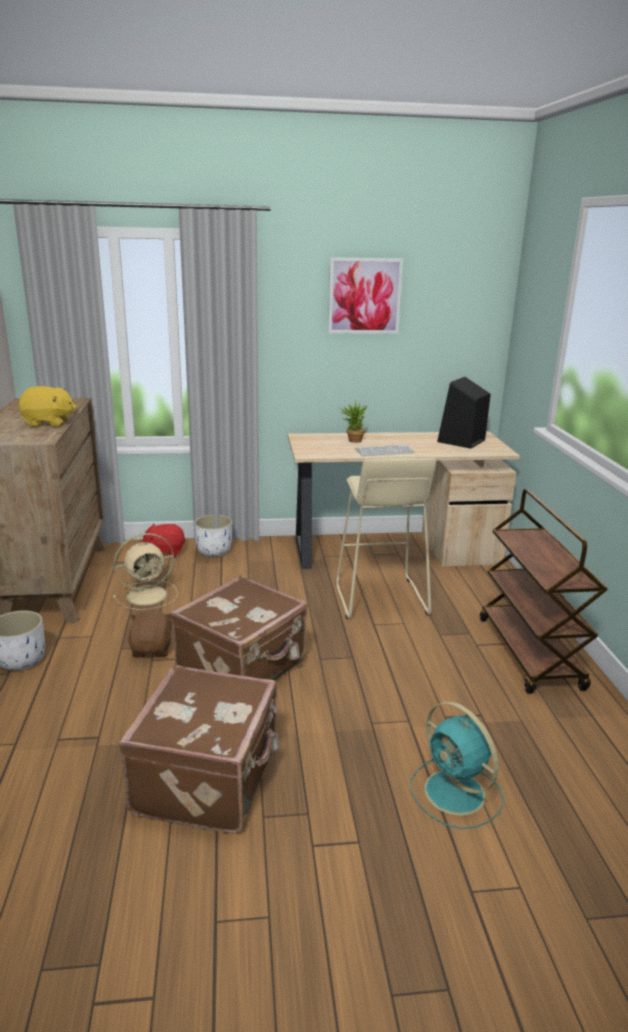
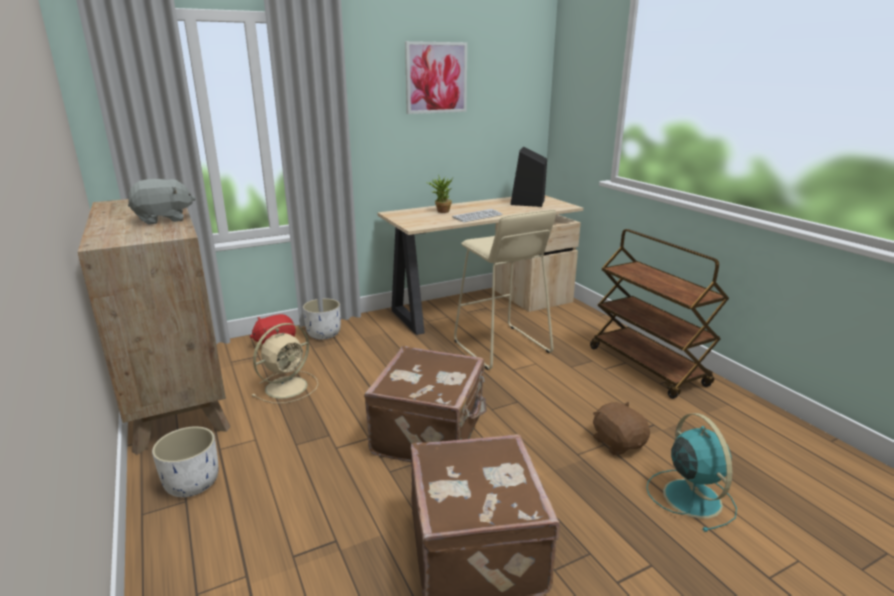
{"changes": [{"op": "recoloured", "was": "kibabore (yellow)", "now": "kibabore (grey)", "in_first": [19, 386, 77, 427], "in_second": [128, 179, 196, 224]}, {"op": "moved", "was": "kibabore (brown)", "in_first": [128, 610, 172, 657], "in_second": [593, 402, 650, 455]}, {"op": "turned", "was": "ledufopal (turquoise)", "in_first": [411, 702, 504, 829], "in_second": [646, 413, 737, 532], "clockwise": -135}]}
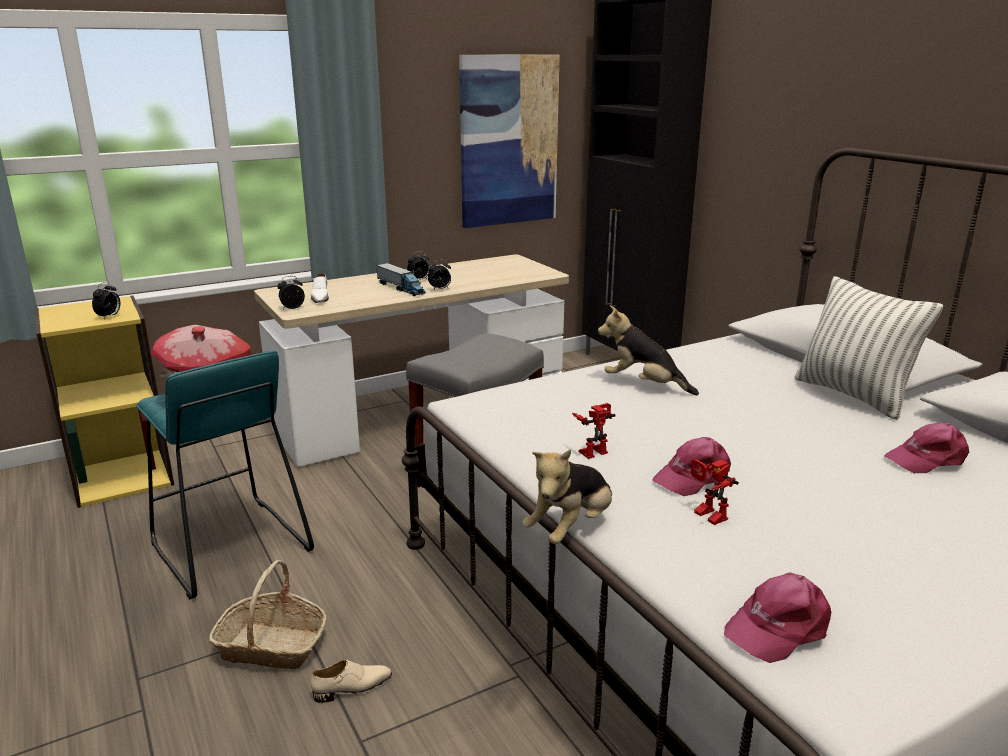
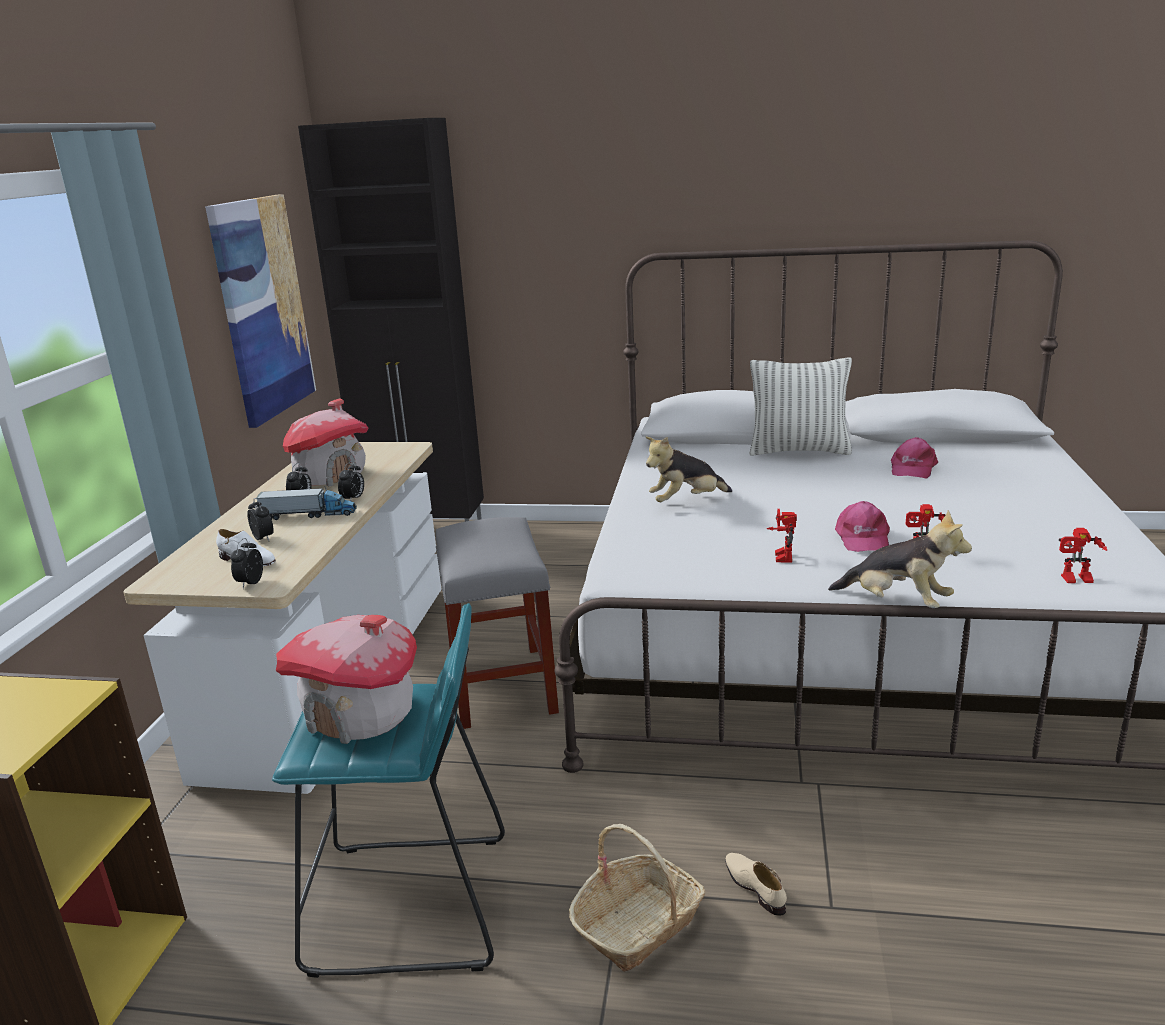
{"changes": [{"op": "moved", "was": "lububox", "in_first": [92, 282, 120, 320], "in_second": [247, 498, 274, 541]}, {"op": "turned", "was": "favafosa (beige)", "in_first": [311, 660, 392, 703], "in_second": [725, 853, 787, 915], "clockwise": -45}, {"op": "turned", "was": "kibabore", "in_first": [522, 449, 612, 544], "in_second": [828, 510, 972, 608], "clockwise": -45}, {"op": "replaced", "was": "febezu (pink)", "now": "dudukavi", "in_first": [724, 572, 831, 663], "in_second": [1059, 528, 1107, 583]}, {"op": "added", "now": "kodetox", "in_second": [283, 398, 369, 486]}]}
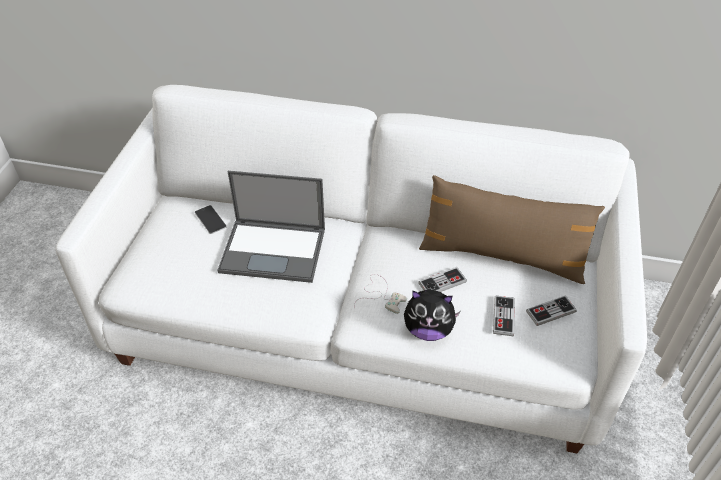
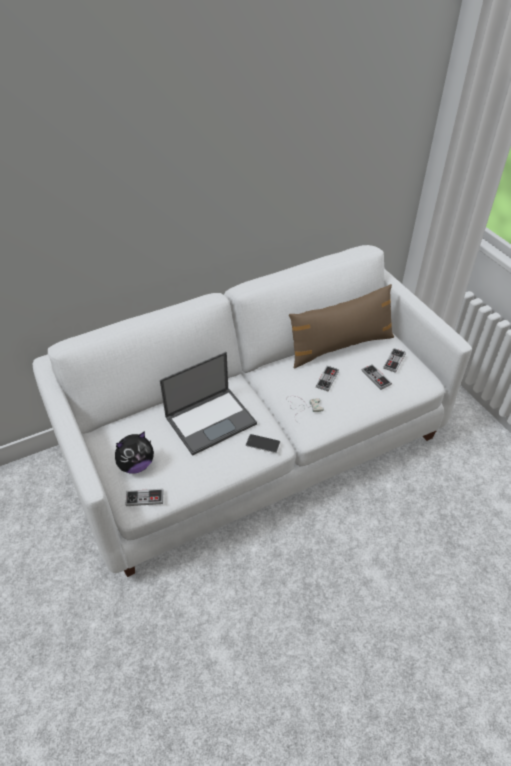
{"changes": [{"op": "moved", "was": "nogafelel", "in_first": [195, 205, 227, 234], "in_second": [246, 434, 280, 453]}, {"op": "moved", "was": "kibabore", "in_first": [404, 290, 461, 341], "in_second": [115, 431, 154, 474]}, {"op": "added", "now": "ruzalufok", "in_second": [125, 489, 164, 506]}]}
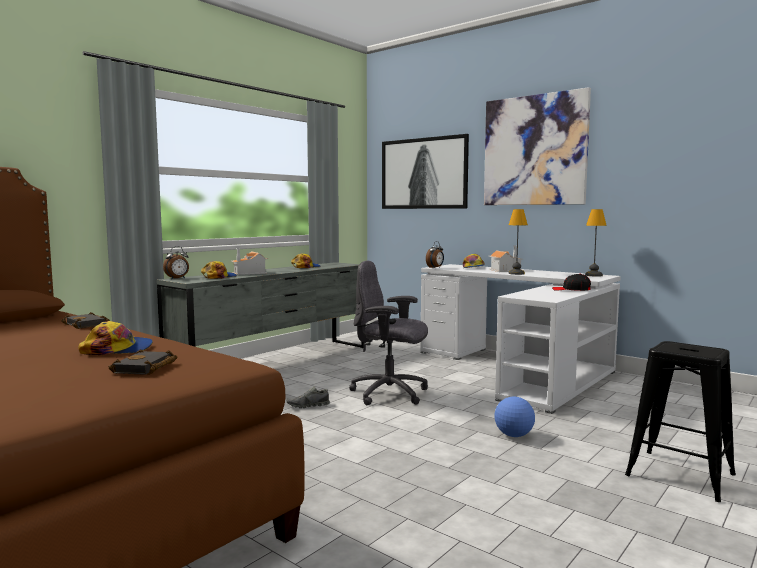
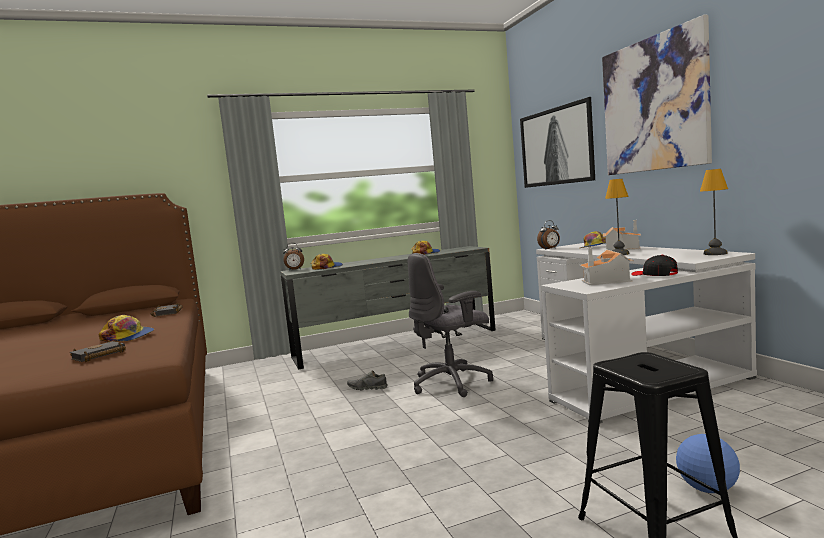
{"changes": [{"op": "moved", "was": "kodetox", "in_first": [231, 248, 268, 275], "in_second": [579, 248, 634, 285]}, {"op": "turned", "was": "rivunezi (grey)", "in_first": [349, 260, 428, 405], "in_second": [408, 253, 493, 397], "clockwise": -75}, {"op": "moved", "was": "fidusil", "in_first": [494, 397, 535, 437], "in_second": [676, 434, 740, 493]}]}
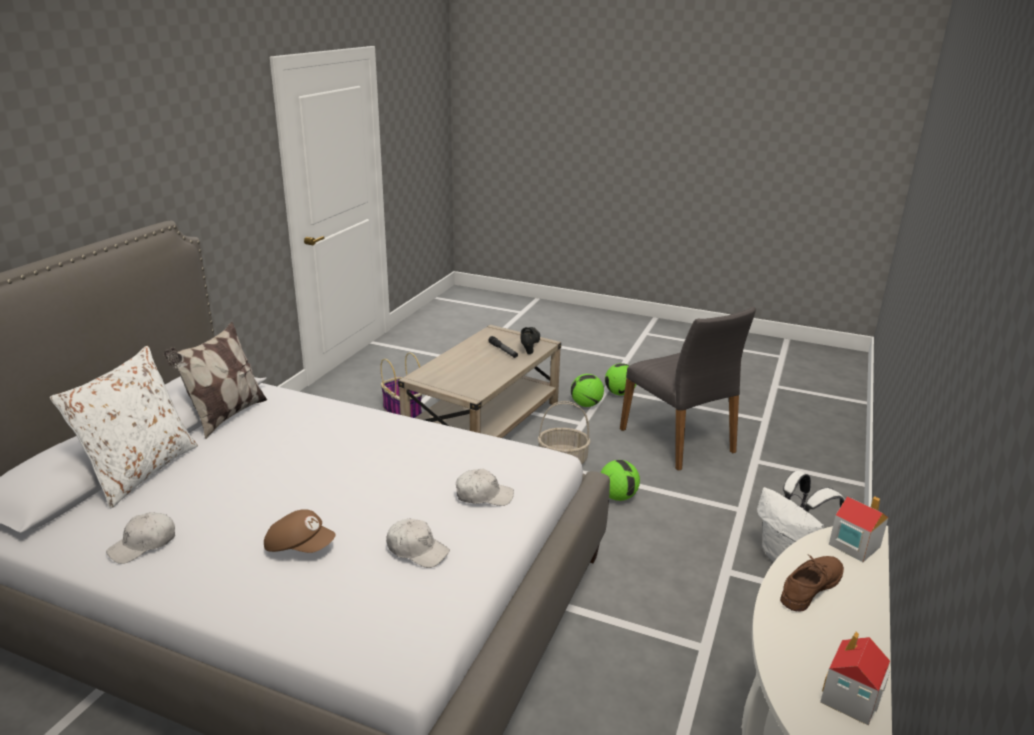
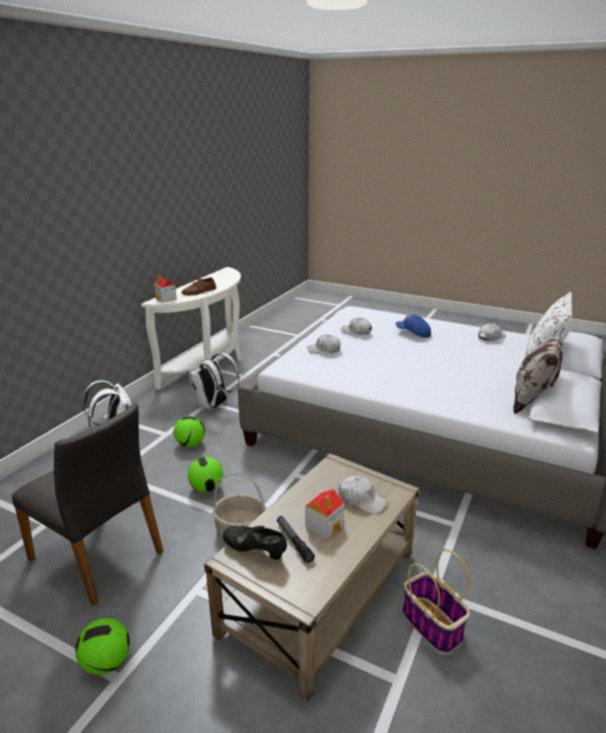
{"changes": [{"op": "recoloured", "was": "febezu (brown)", "now": "febezu (blue)", "in_first": [264, 509, 336, 553], "in_second": [396, 315, 431, 338]}, {"op": "turned", "was": "favafosa (black)", "in_first": [521, 327, 540, 354], "in_second": [223, 526, 287, 560], "clockwise": 105}, {"op": "moved", "was": "fidusil", "in_first": [571, 374, 604, 407], "in_second": [174, 416, 205, 447]}, {"op": "turned", "was": "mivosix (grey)", "in_first": [620, 307, 756, 471], "in_second": [11, 403, 164, 606], "clockwise": 150}, {"op": "moved", "was": "kodetox", "in_first": [820, 632, 890, 726], "in_second": [306, 489, 344, 539]}, {"op": "added", "now": "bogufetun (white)", "in_second": [188, 353, 240, 410]}, {"op": "added", "now": "febezu (white)", "in_second": [339, 476, 387, 514]}]}
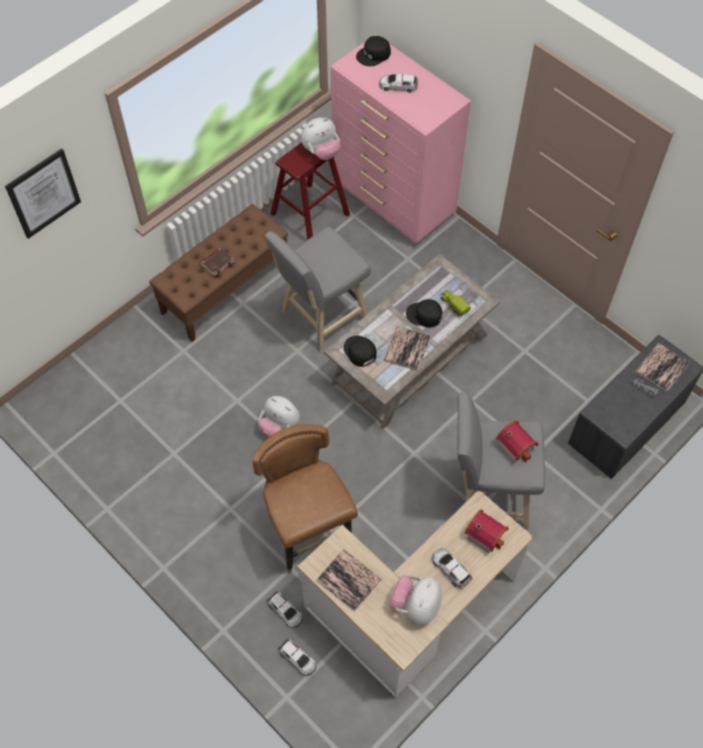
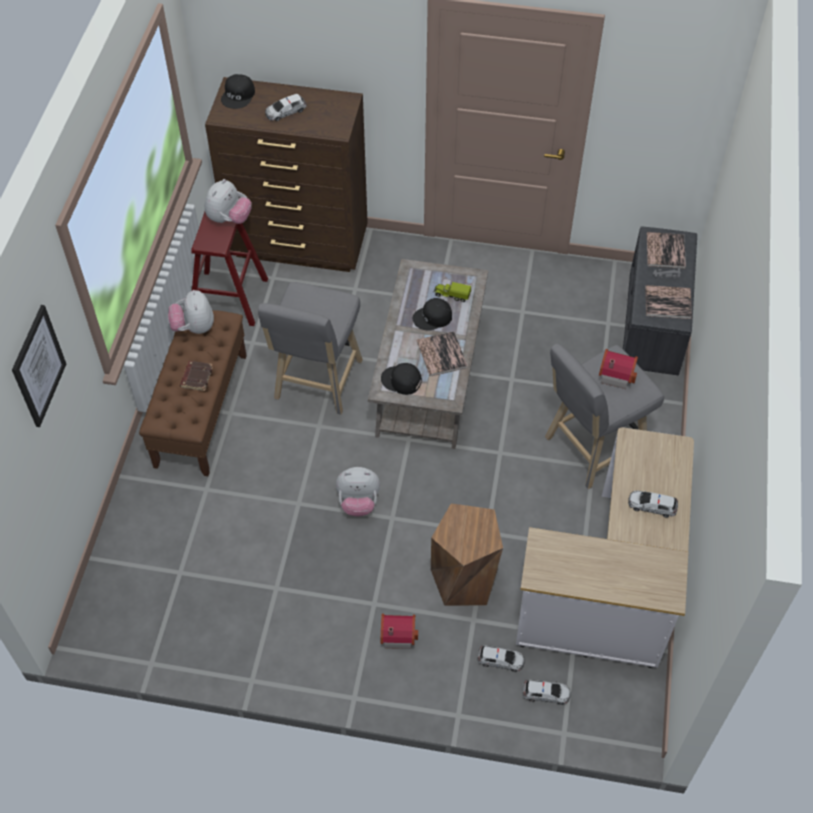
{"changes": [{"op": "replaced", "was": "mivosix (brown)", "now": "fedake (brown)", "in_first": [252, 424, 358, 574], "in_second": [431, 503, 503, 606]}, {"op": "moved", "was": "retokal", "in_first": [316, 549, 382, 612], "in_second": [645, 285, 692, 319]}, {"op": "recoloured", "was": "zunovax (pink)", "now": "zunovax (brown)", "in_first": [330, 34, 471, 243], "in_second": [205, 77, 368, 272]}, {"op": "moved", "was": "kibabore", "in_first": [390, 575, 442, 625], "in_second": [168, 290, 214, 334]}, {"op": "moved", "was": "kodetox", "in_first": [465, 509, 509, 553], "in_second": [381, 614, 418, 649]}]}
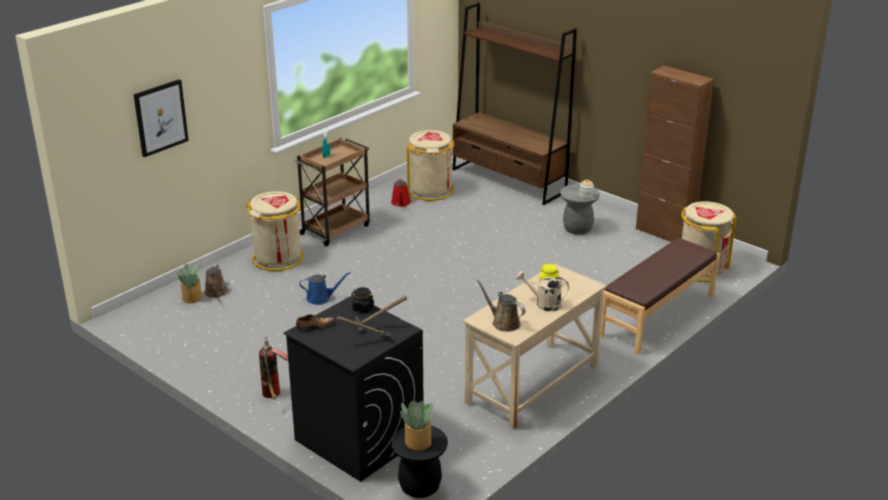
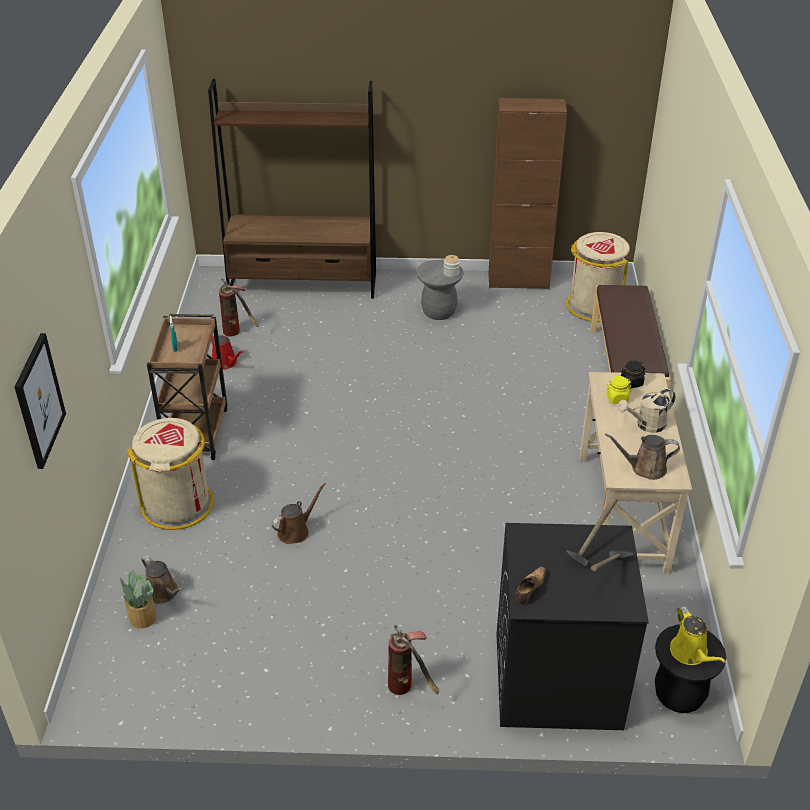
{"changes": [{"op": "recoloured", "was": "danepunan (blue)", "now": "danepunan (brown)", "in_first": [299, 272, 350, 305], "in_second": [272, 483, 326, 544]}, {"op": "moved", "was": "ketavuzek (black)", "in_first": [351, 287, 374, 313], "in_second": [621, 361, 645, 388]}, {"op": "replaced", "was": "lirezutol", "now": "danepunan (yellow)", "in_first": [400, 400, 433, 450], "in_second": [670, 606, 726, 665]}, {"op": "replaced", "was": "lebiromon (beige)", "now": "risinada", "in_first": [407, 130, 455, 201], "in_second": [219, 279, 259, 337]}]}
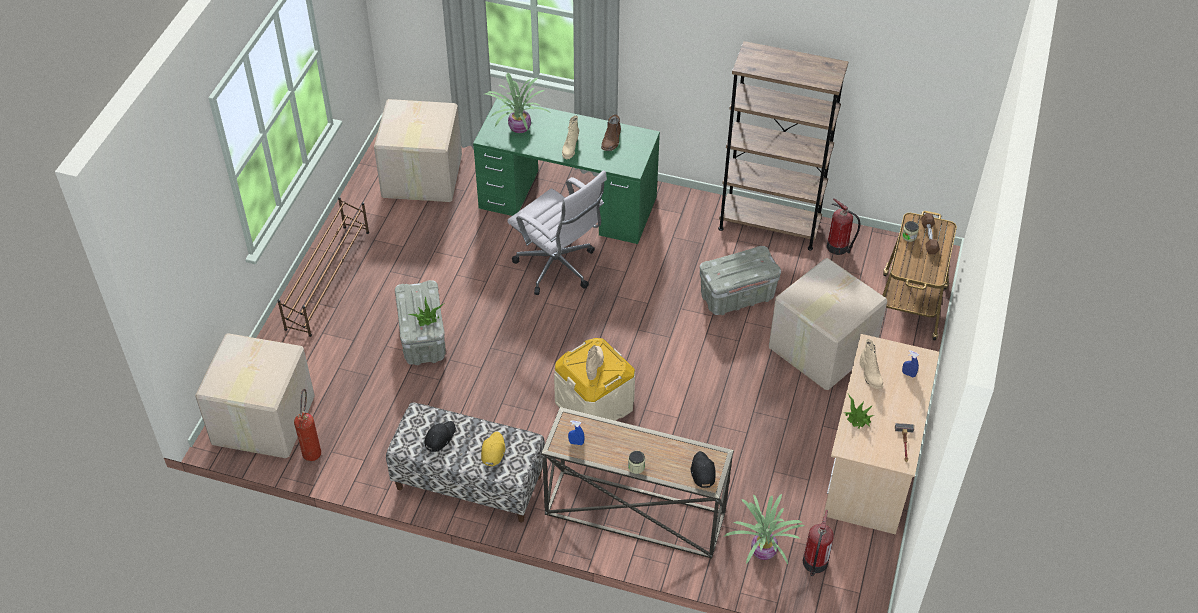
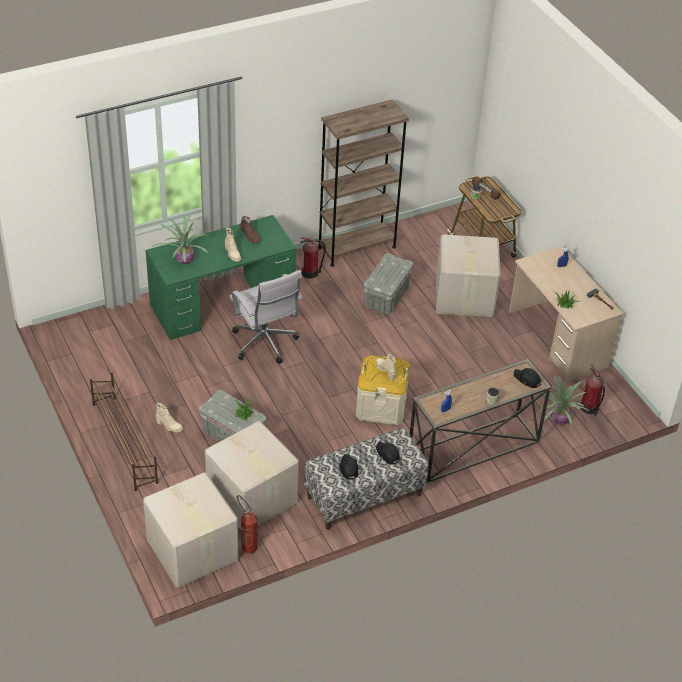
{"changes": [{"op": "moved", "was": "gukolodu", "in_first": [374, 99, 462, 202], "in_second": [205, 421, 299, 530]}, {"op": "recoloured", "was": "febezu (yellow)", "now": "febezu (black)", "in_first": [481, 432, 505, 466], "in_second": [376, 442, 400, 464]}, {"op": "turned", "was": "rivunezi (white)", "in_first": [507, 170, 607, 295], "in_second": [229, 270, 303, 364], "clockwise": 60}, {"op": "moved", "was": "risinada", "in_first": [827, 198, 860, 255], "in_second": [300, 237, 325, 279]}, {"op": "moved", "was": "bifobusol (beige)", "in_first": [860, 339, 883, 389], "in_second": [156, 403, 183, 432]}]}
